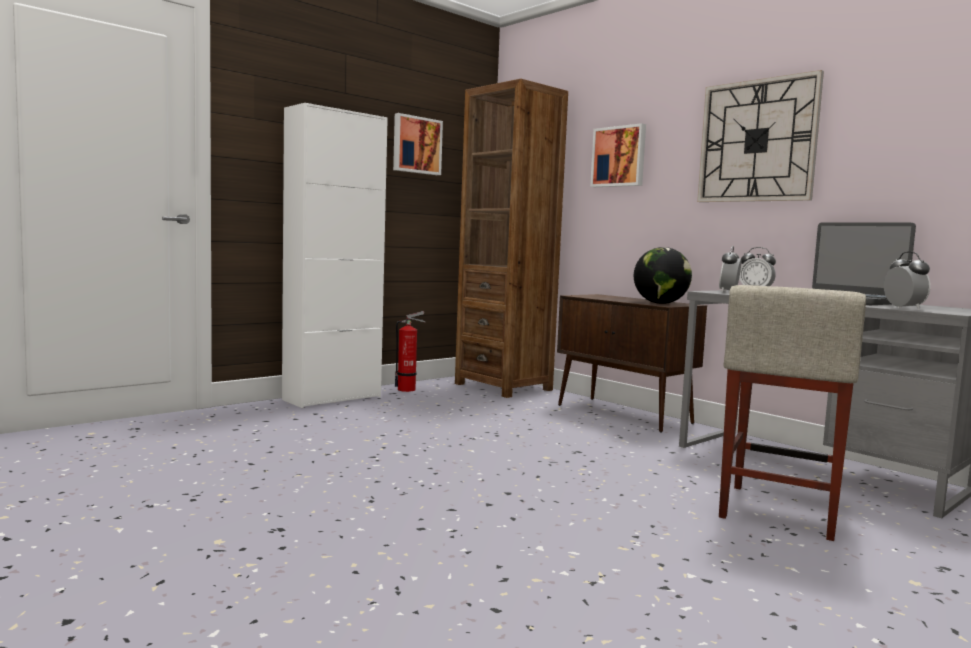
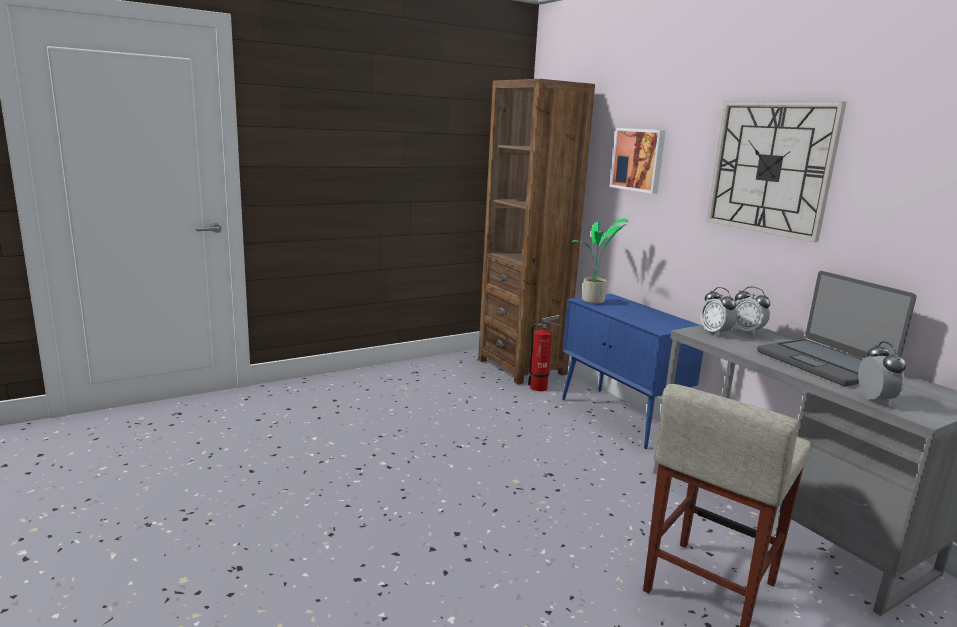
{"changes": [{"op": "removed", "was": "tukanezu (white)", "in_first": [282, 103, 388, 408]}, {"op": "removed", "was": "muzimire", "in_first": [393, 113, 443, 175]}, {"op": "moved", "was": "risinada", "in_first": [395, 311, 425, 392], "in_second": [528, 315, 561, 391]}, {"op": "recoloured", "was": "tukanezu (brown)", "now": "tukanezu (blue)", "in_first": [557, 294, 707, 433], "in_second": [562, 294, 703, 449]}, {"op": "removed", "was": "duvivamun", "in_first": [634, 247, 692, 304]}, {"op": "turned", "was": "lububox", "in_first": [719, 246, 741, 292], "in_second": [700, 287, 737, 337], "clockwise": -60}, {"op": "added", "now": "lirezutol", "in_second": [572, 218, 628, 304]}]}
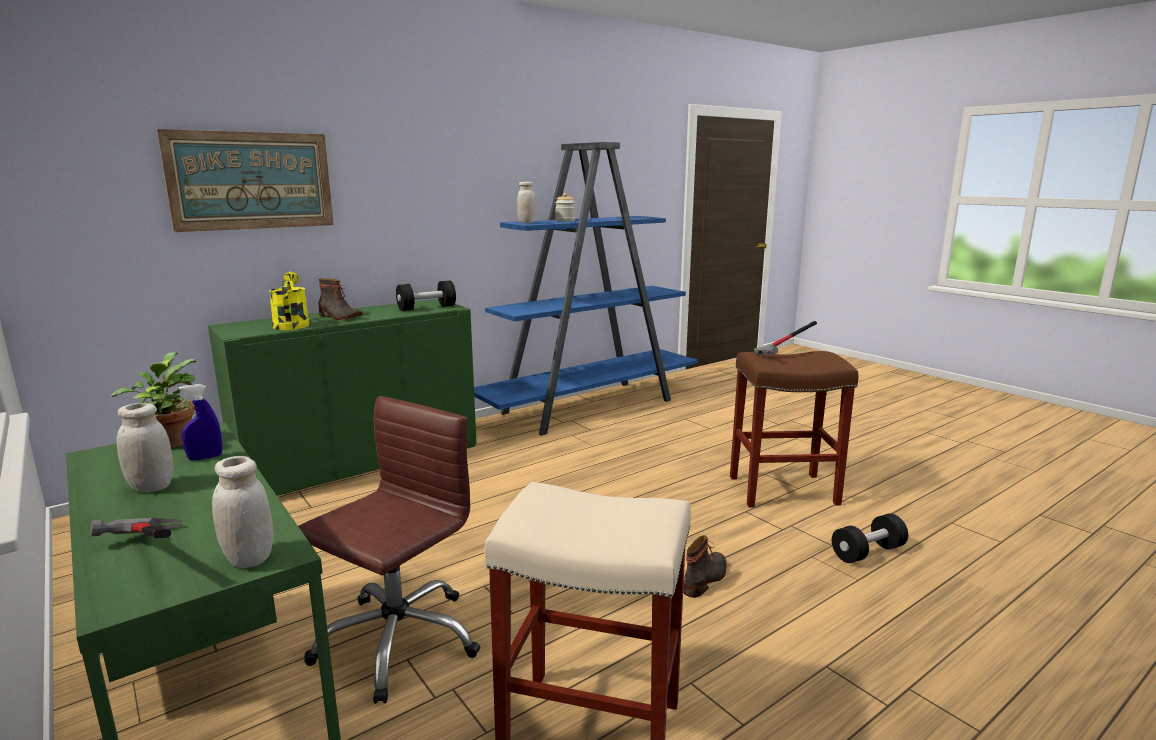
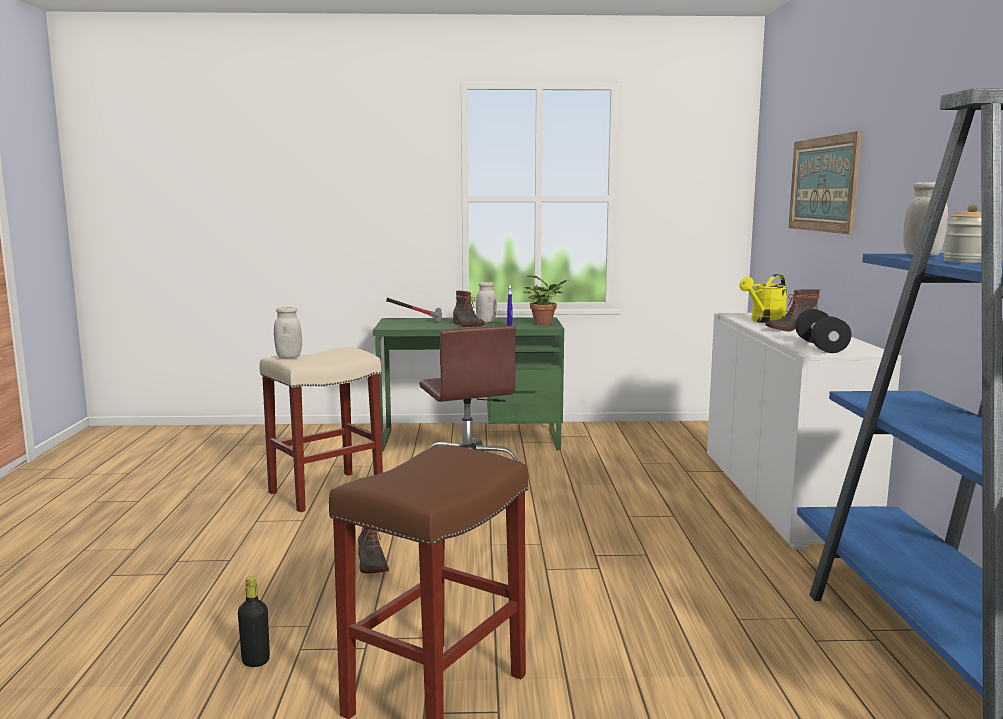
{"changes": [{"op": "recoloured", "was": "tukanezu (green)", "now": "tukanezu (white)", "in_first": [208, 299, 476, 496], "in_second": [707, 313, 901, 549]}, {"op": "moved", "was": "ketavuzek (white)", "in_first": [212, 456, 274, 568], "in_second": [274, 307, 302, 358]}, {"op": "turned", "was": "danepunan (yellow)", "in_first": [269, 272, 309, 330], "in_second": [739, 274, 788, 323], "clockwise": 120}, {"op": "removed", "was": "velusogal", "in_first": [754, 321, 817, 355]}, {"op": "replaced", "was": "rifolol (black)", "now": "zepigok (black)", "in_first": [832, 513, 908, 563], "in_second": [238, 577, 270, 667]}, {"op": "added", "now": "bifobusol", "in_second": [453, 291, 485, 327]}]}
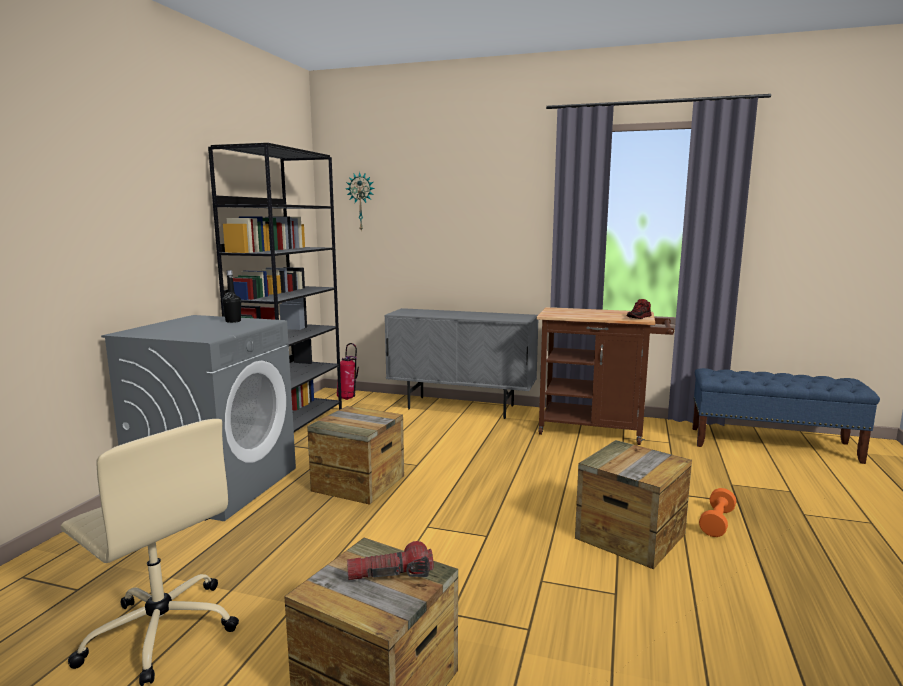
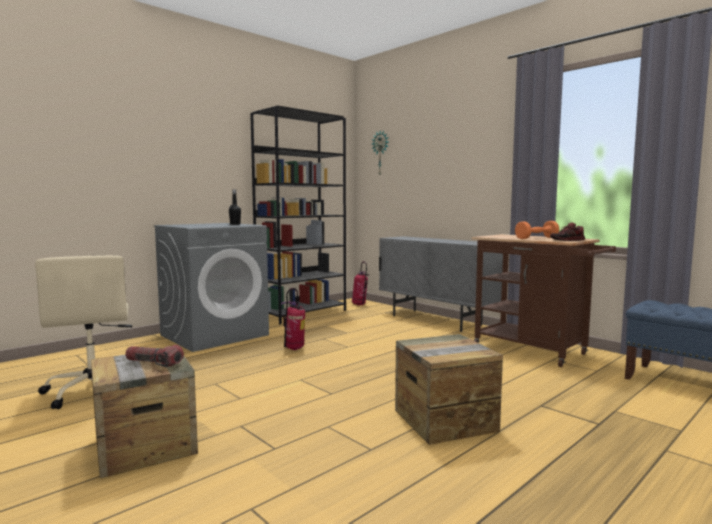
{"changes": [{"op": "replaced", "was": "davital", "now": "risinada", "in_first": [307, 406, 404, 505], "in_second": [281, 288, 305, 350]}, {"op": "moved", "was": "rifolol (orange)", "in_first": [699, 488, 736, 537], "in_second": [515, 221, 559, 239]}]}
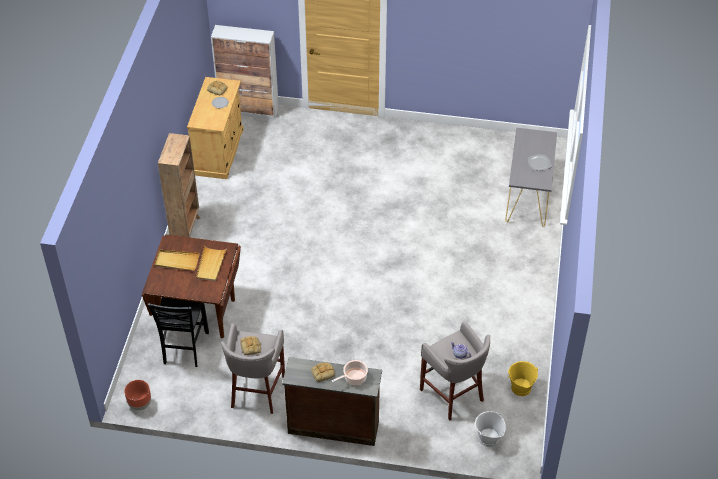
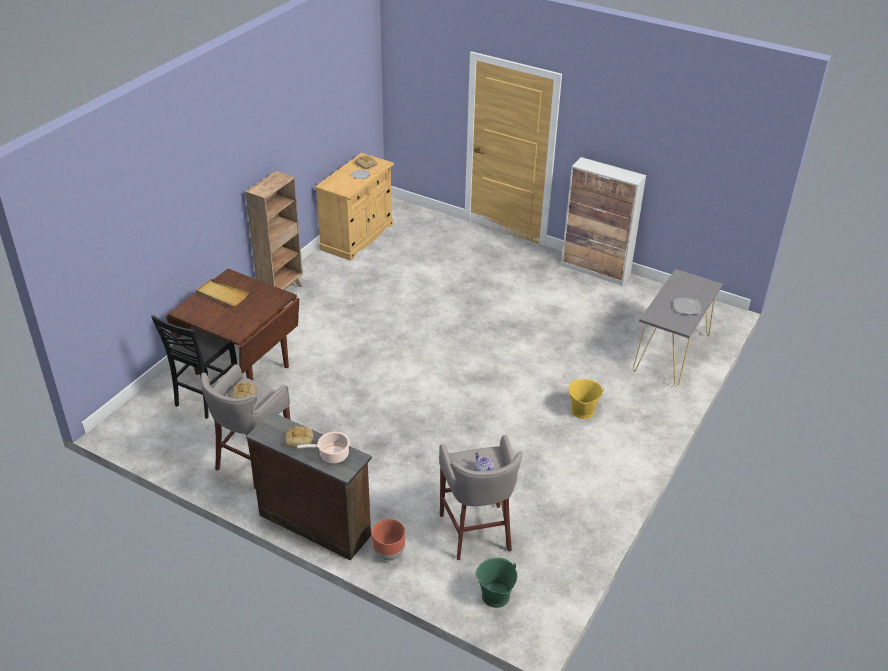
{"changes": [{"op": "moved", "was": "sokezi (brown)", "in_first": [124, 380, 151, 411], "in_second": [372, 519, 405, 561]}, {"op": "removed", "was": "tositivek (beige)", "in_first": [196, 246, 226, 281]}, {"op": "moved", "was": "tukanezu", "in_first": [211, 25, 279, 119], "in_second": [561, 157, 646, 286]}, {"op": "recoloured", "was": "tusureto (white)", "now": "tusureto (green)", "in_first": [475, 411, 506, 447], "in_second": [476, 558, 517, 608]}, {"op": "moved", "was": "tusureto (yellow)", "in_first": [508, 361, 538, 396], "in_second": [567, 379, 604, 419]}]}
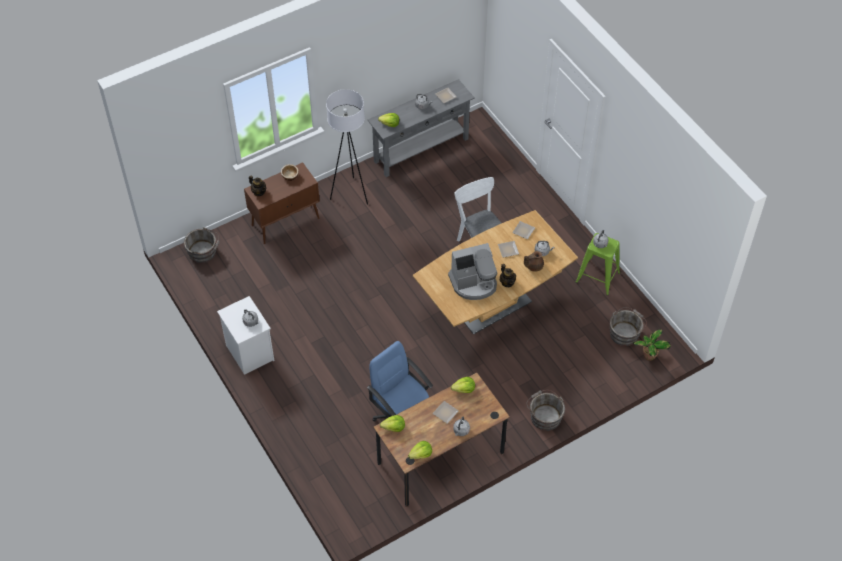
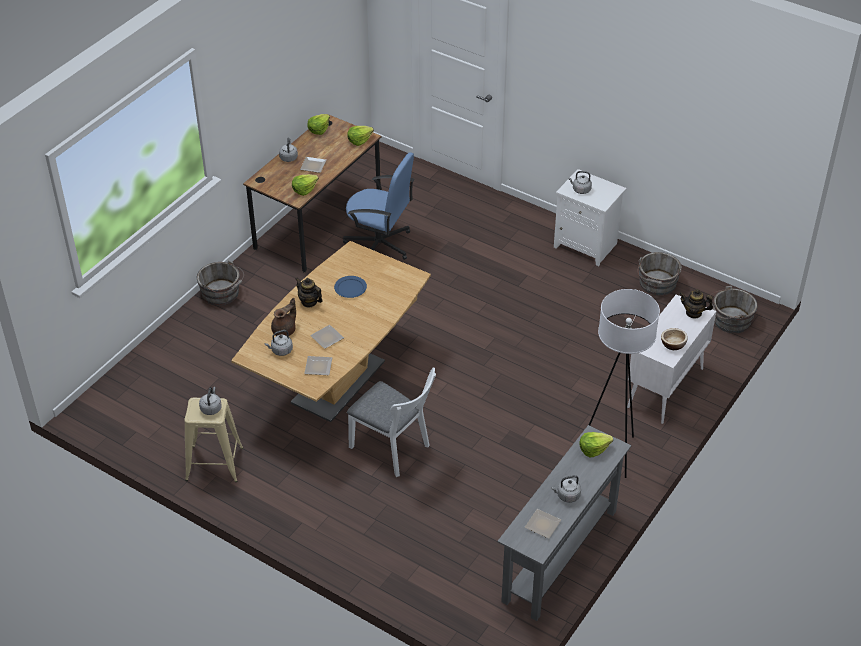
{"changes": [{"op": "recoloured", "was": "tukanezu (brown)", "now": "tukanezu (white)", "in_first": [244, 162, 320, 244], "in_second": [627, 295, 716, 424]}, {"op": "replaced", "was": "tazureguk", "now": "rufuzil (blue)", "in_first": [448, 243, 497, 300], "in_second": [334, 276, 367, 298]}, {"op": "recoloured", "was": "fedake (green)", "now": "fedake (beige)", "in_first": [576, 233, 620, 296], "in_second": [184, 397, 243, 482]}, {"op": "moved", "was": "tusureto (grey)", "in_first": [610, 307, 647, 346], "in_second": [638, 252, 682, 295]}, {"op": "removed", "was": "lirezutol", "in_first": [633, 329, 671, 361]}]}
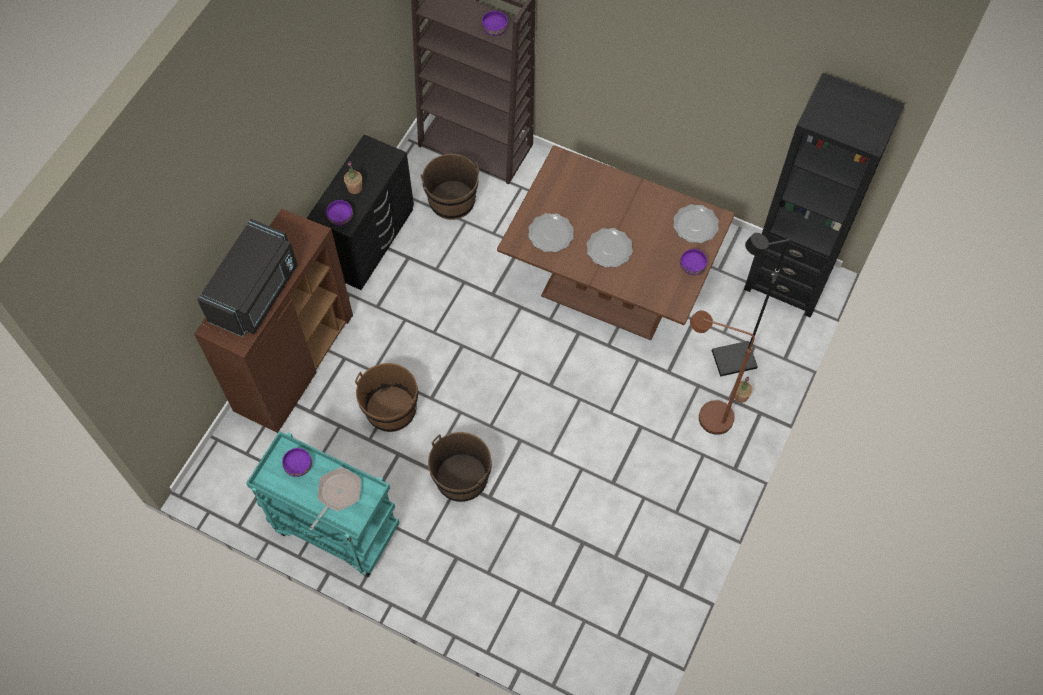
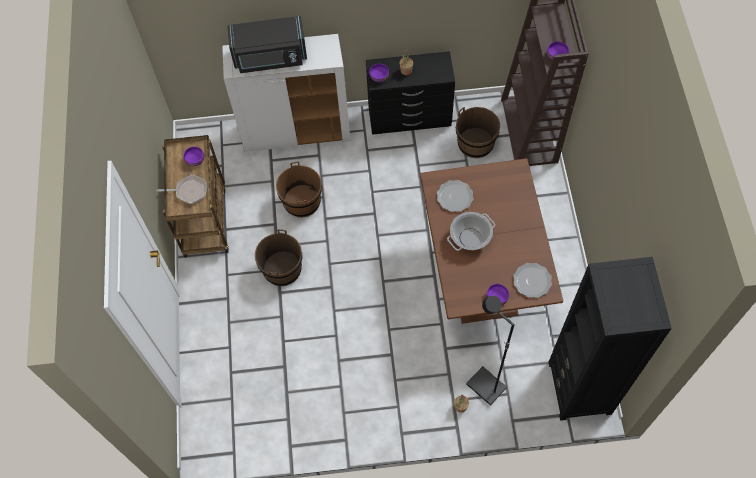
{"changes": [{"op": "recoloured", "was": "tukanezu (brown)", "now": "tukanezu (white)", "in_first": [194, 209, 353, 433], "in_second": [222, 34, 351, 152]}, {"op": "recoloured", "was": "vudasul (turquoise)", "now": "vudasul (brown)", "in_first": [246, 431, 399, 577], "in_second": [162, 135, 229, 257]}, {"op": "replaced", "was": "rufuzil", "now": "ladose", "in_first": [587, 228, 633, 268], "in_second": [447, 212, 495, 251]}, {"op": "removed", "was": "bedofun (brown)", "in_first": [690, 311, 755, 435]}]}
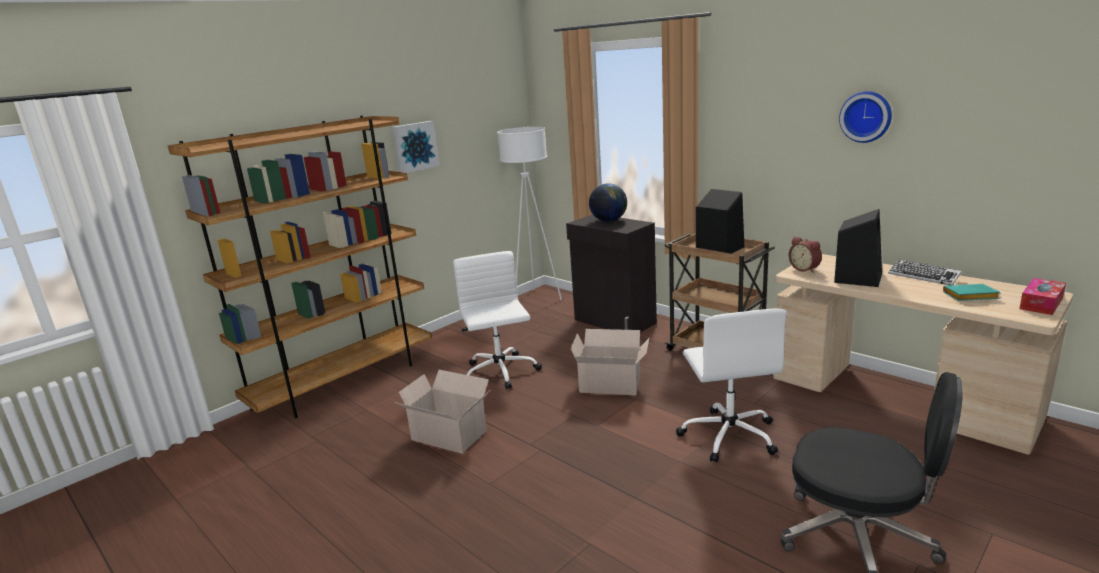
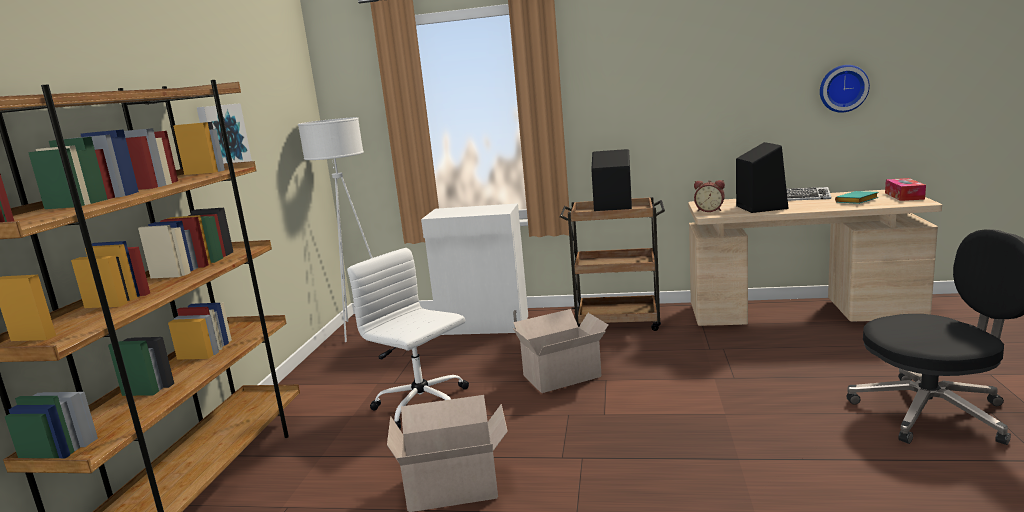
{"changes": [{"op": "recoloured", "was": "tukanezu (black)", "now": "tukanezu (white)", "in_first": [566, 214, 657, 333], "in_second": [421, 203, 528, 335]}, {"op": "removed", "was": "duvivamun", "in_first": [589, 183, 627, 222]}, {"op": "removed", "was": "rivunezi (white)", "in_first": [676, 308, 787, 462]}, {"op": "moved", "was": "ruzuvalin", "in_first": [839, 91, 892, 143], "in_second": [820, 65, 870, 113]}]}
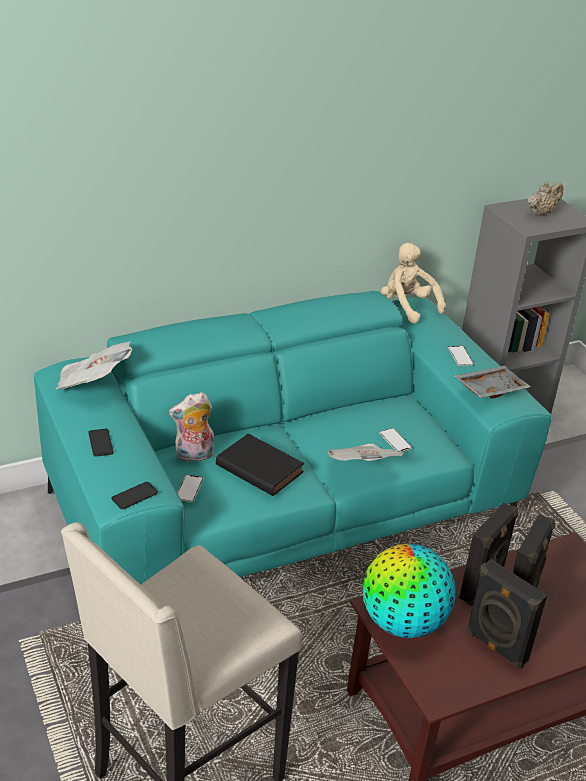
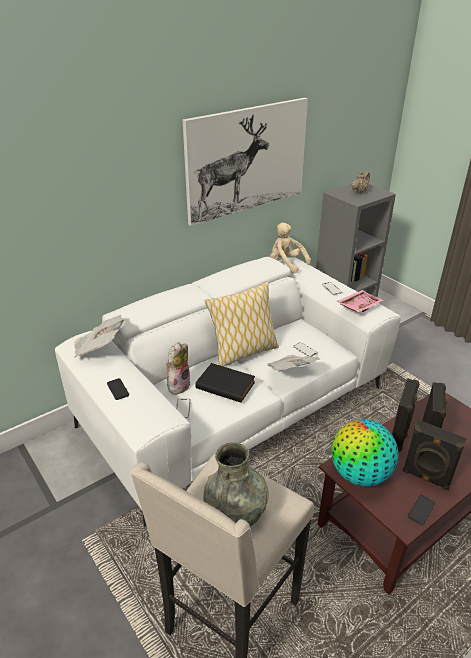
{"changes": [{"op": "recoloured", "was": "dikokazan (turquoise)", "now": "dikokazan (white)", "in_first": [34, 291, 552, 585], "in_second": [55, 257, 401, 527]}, {"op": "moved", "was": "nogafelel", "in_first": [111, 482, 158, 509], "in_second": [408, 495, 435, 525]}, {"op": "turned", "was": "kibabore", "in_first": [169, 392, 214, 462], "in_second": [166, 342, 190, 395], "clockwise": 150}, {"op": "recoloured", "was": "tositivek (grey)", "now": "tositivek (pink)", "in_first": [454, 366, 531, 399], "in_second": [336, 290, 384, 312]}, {"op": "added", "now": "muzimire", "in_second": [183, 98, 308, 226]}, {"op": "added", "now": "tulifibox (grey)", "in_second": [203, 442, 269, 526]}, {"op": "added", "now": "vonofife", "in_second": [204, 281, 279, 367]}]}
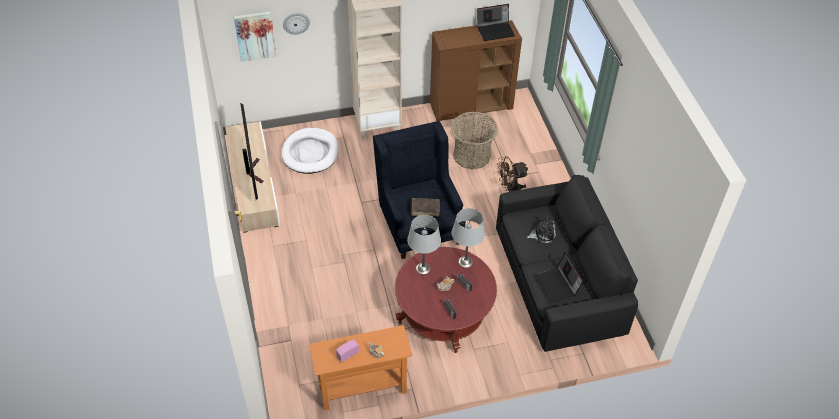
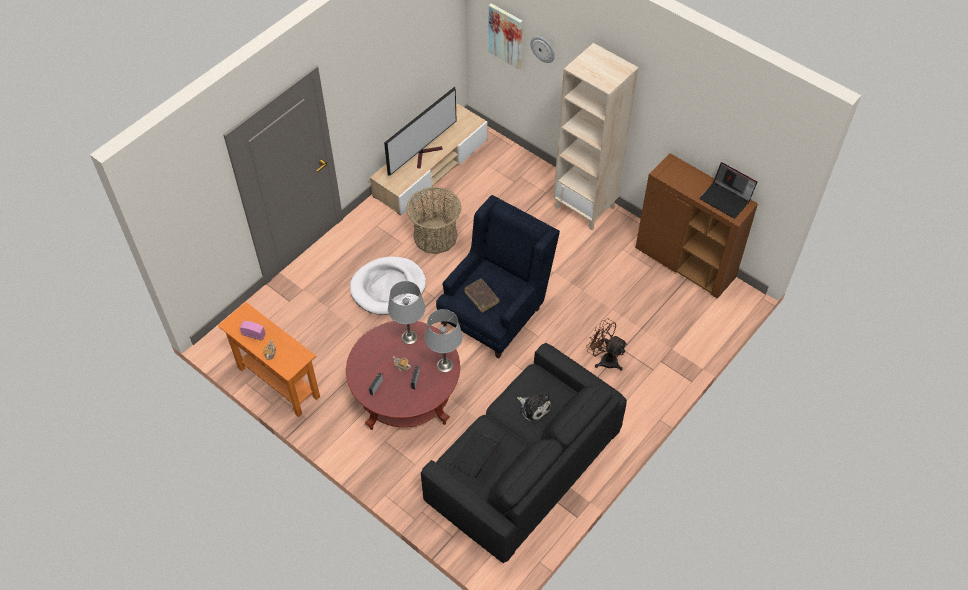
{"changes": [{"op": "moved", "was": "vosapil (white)", "in_first": [281, 128, 339, 174], "in_second": [350, 256, 426, 315]}, {"op": "moved", "was": "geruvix", "in_first": [451, 112, 498, 169], "in_second": [406, 187, 461, 254]}]}
